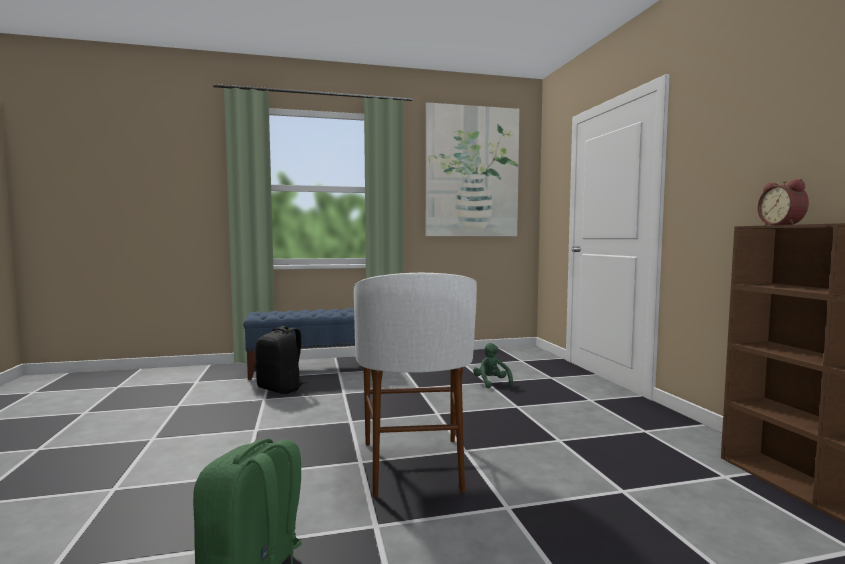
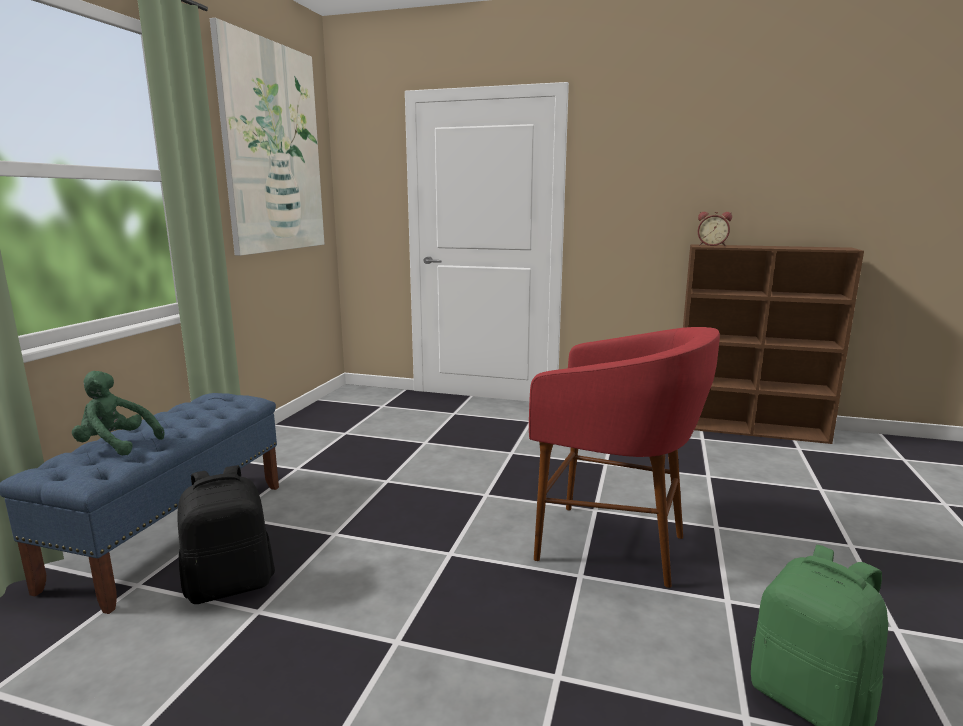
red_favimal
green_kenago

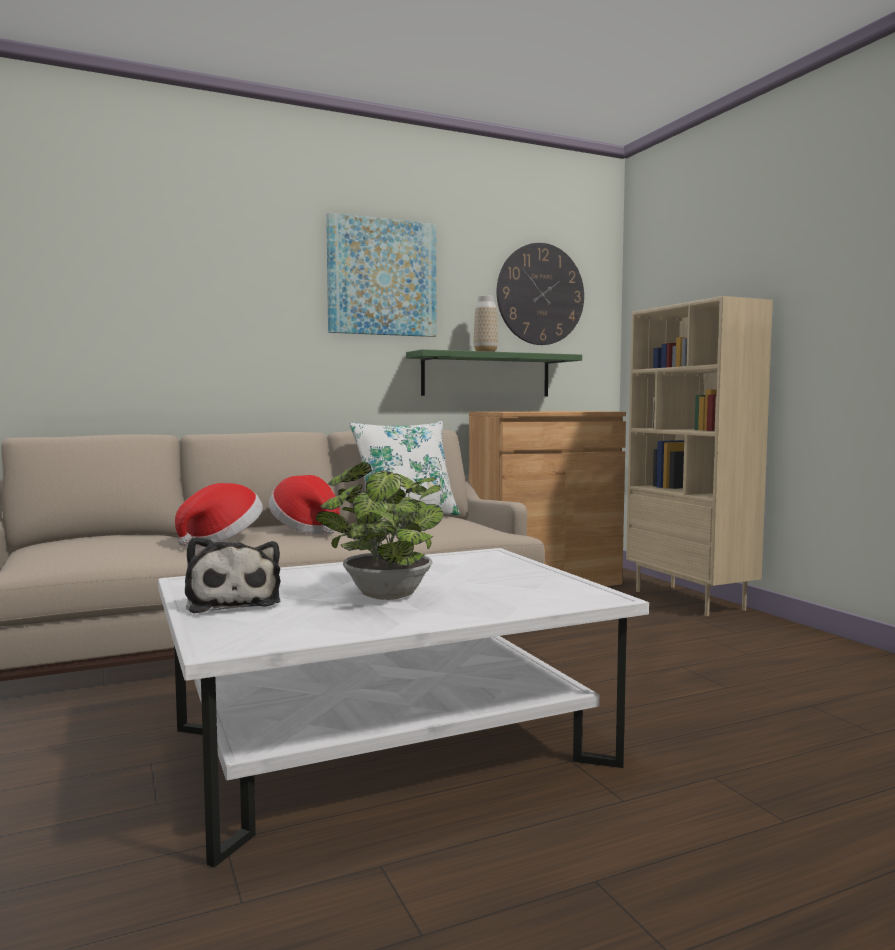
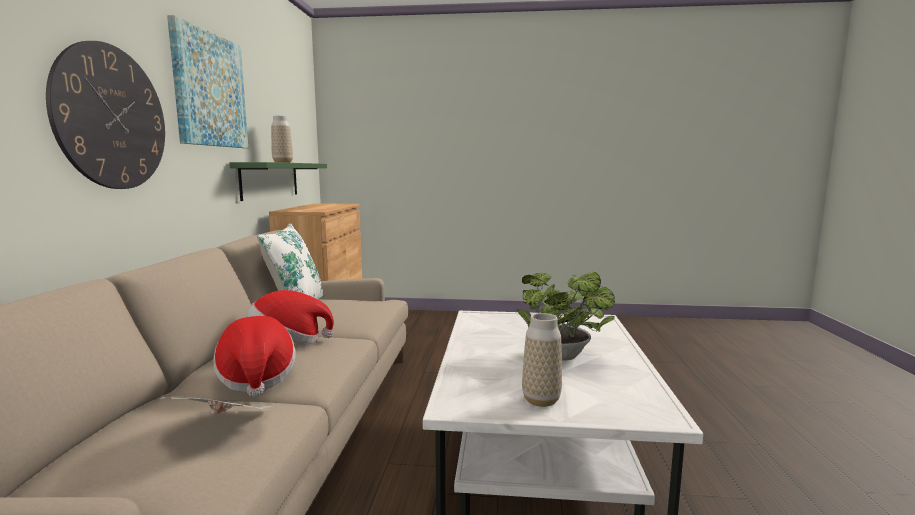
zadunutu
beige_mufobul
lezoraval (no. 2 from left)
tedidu

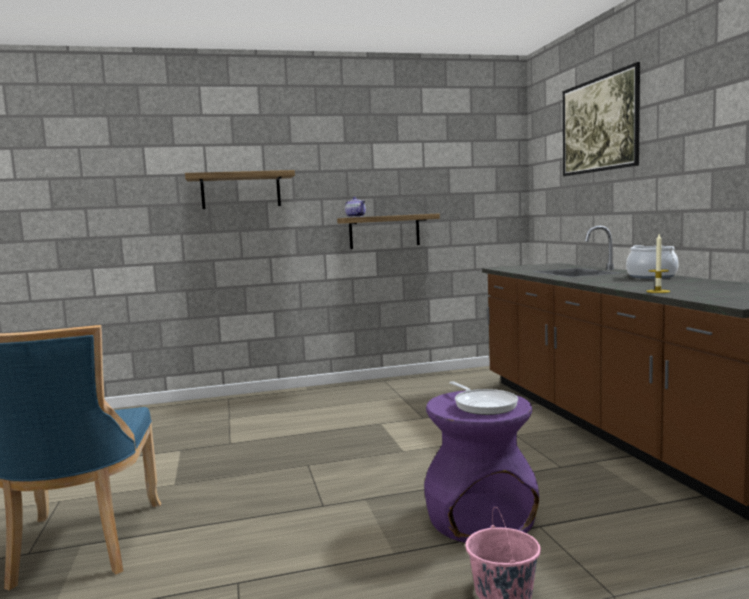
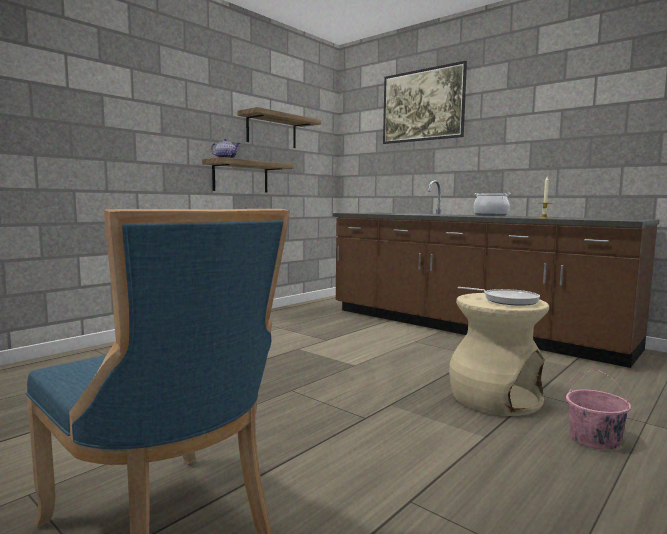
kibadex (no. 2 from left)
beige_favimal

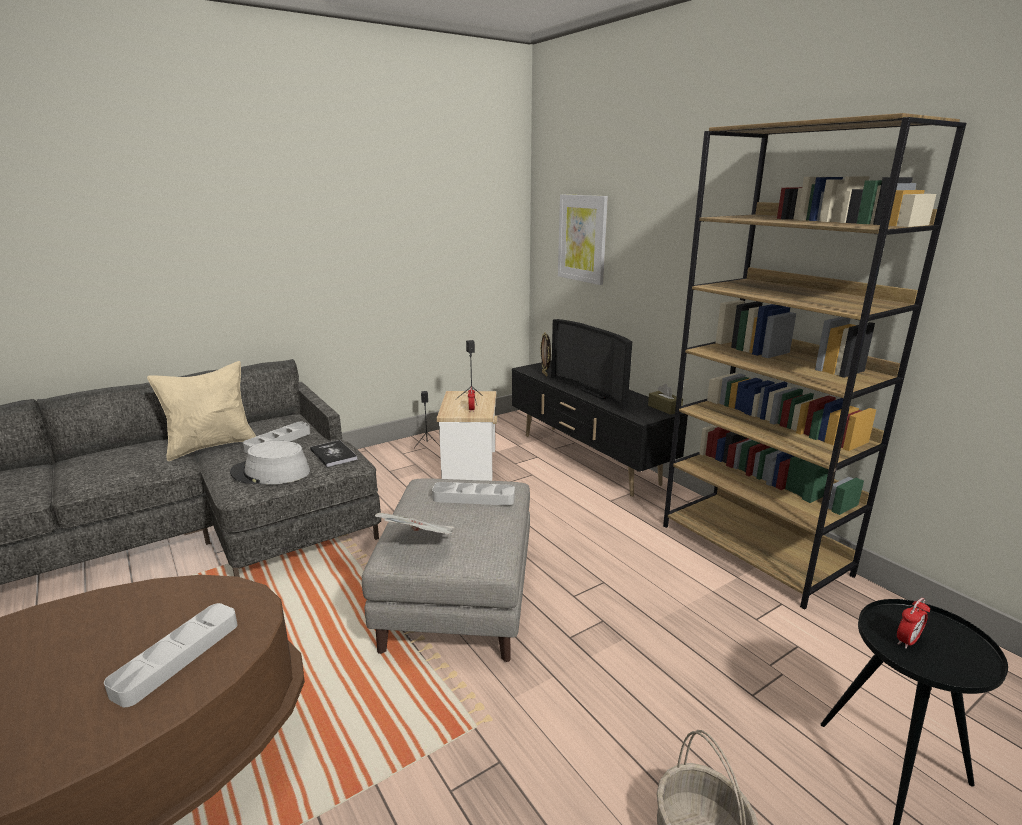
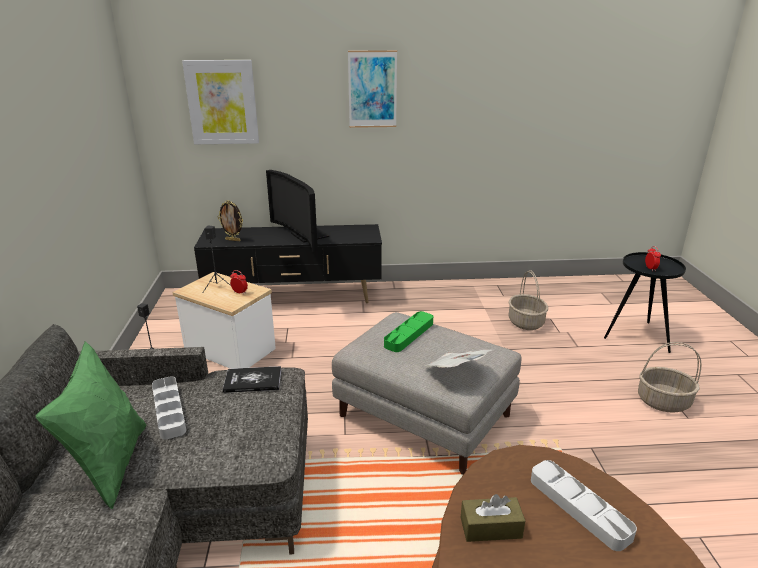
brown_mufobul
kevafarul
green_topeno
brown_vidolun
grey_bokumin
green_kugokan
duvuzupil (no. 2 from left)
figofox (no. 1 from left)

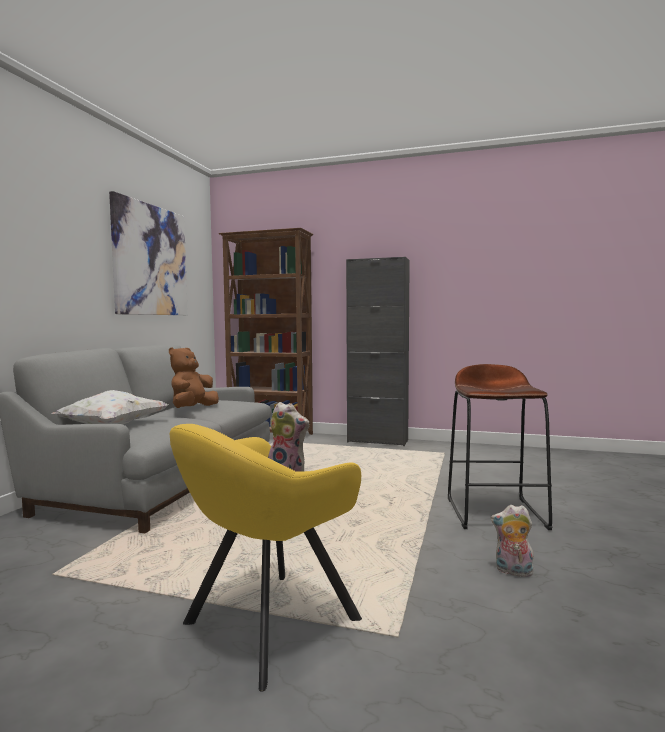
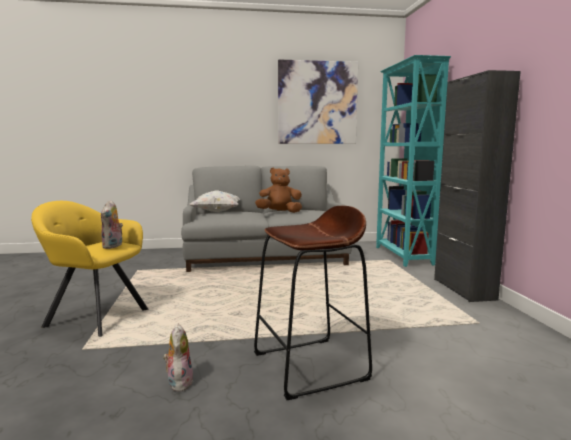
turquoise_mufobul

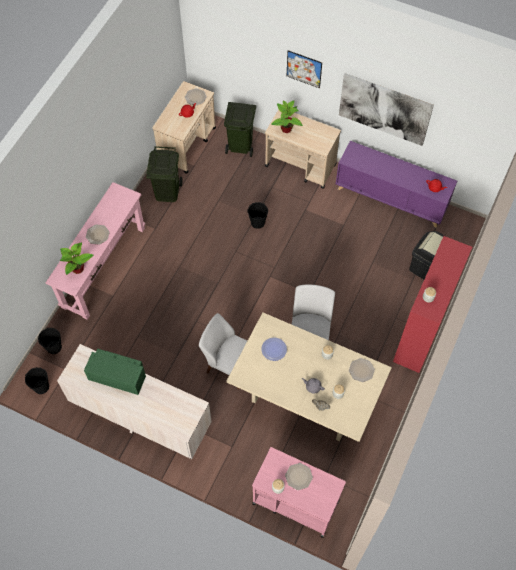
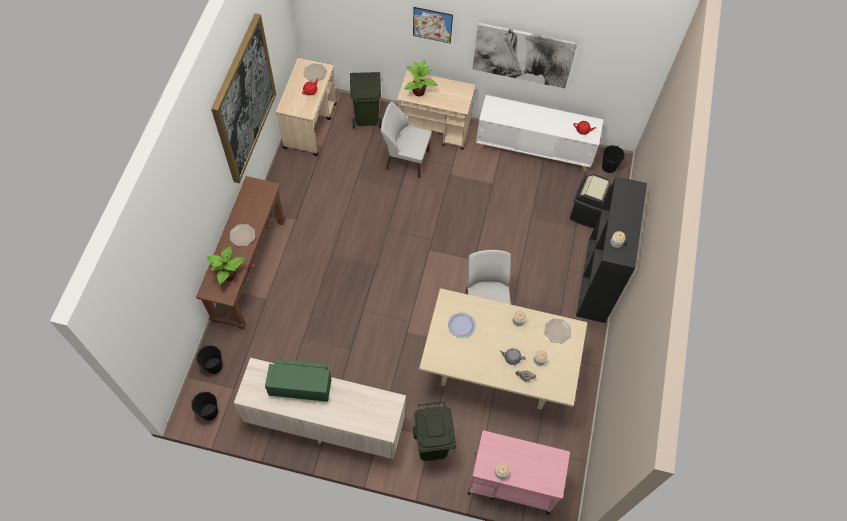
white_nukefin
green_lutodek (no. 2 from left)
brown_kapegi
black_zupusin (no. 3 from left)
black_mufobul
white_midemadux (no. 1 from left)
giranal (no. 4 from left in the first image)
duvuzupil (no. 1 from left)

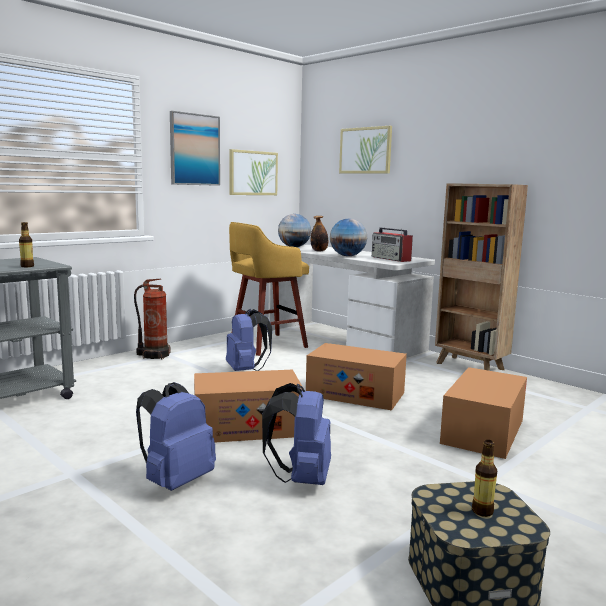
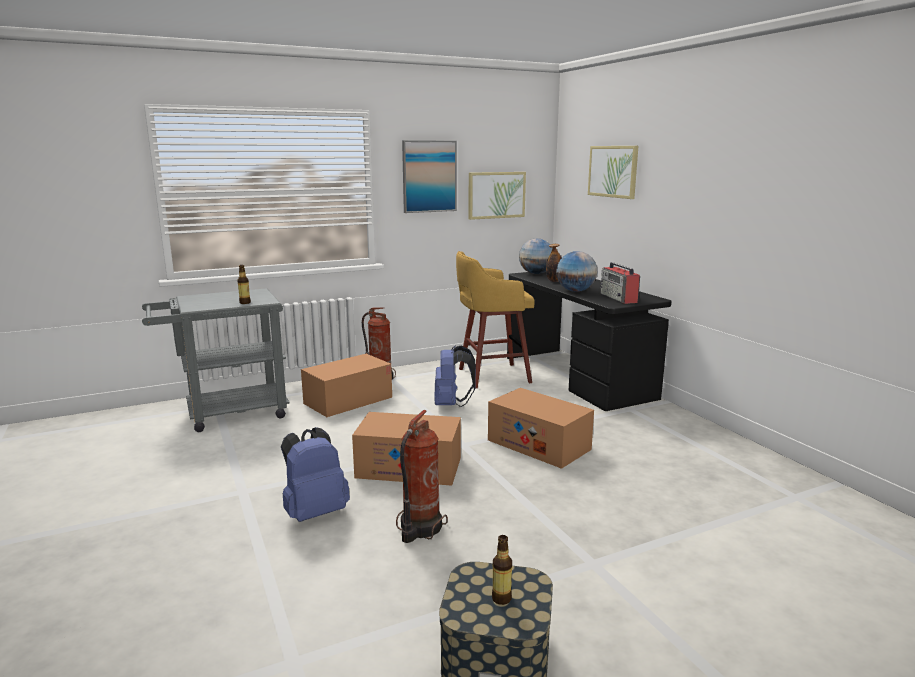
brown_mufobul
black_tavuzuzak
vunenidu (no. 1 from left)
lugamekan (no. 2 from left)

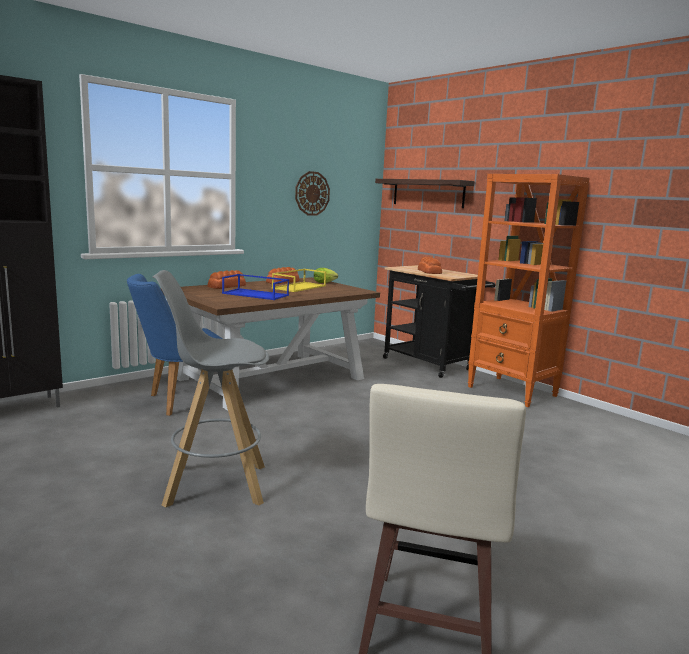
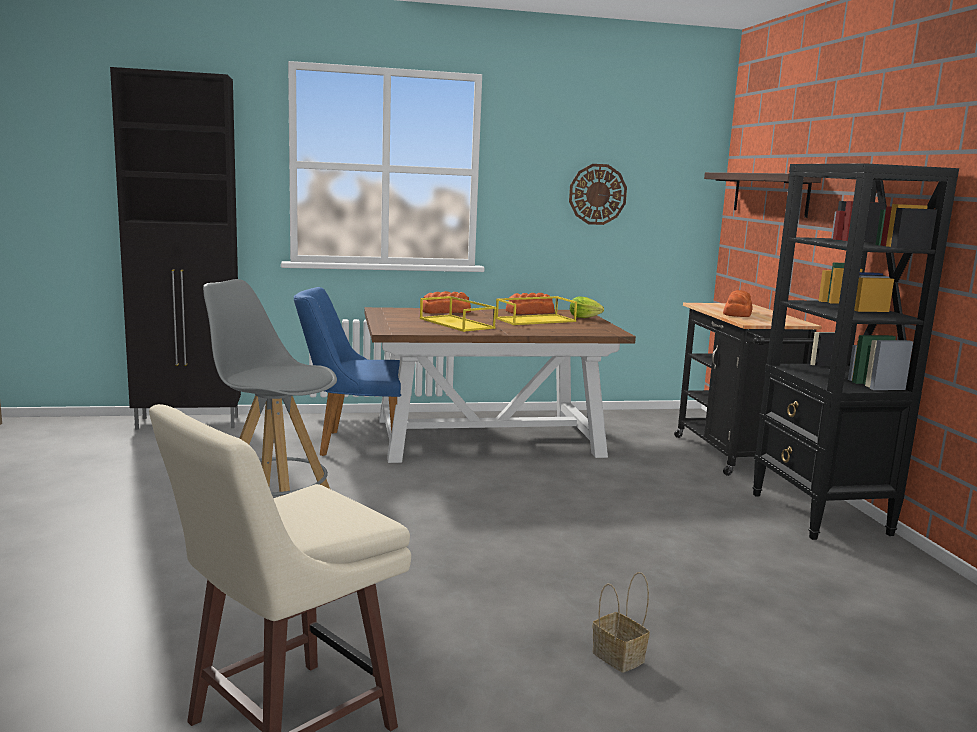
black_mufobul
yellow_kugokan (no. 1 from left)
figofox

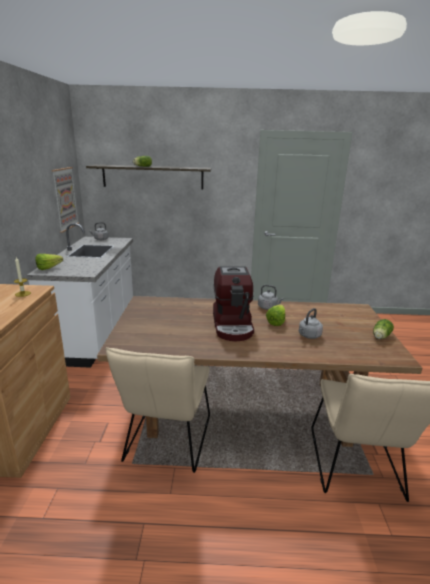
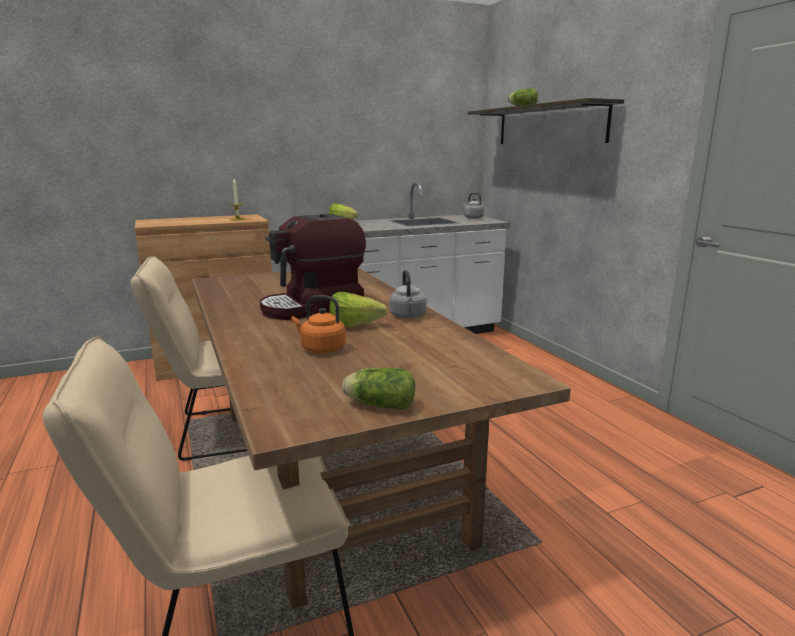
duvuzupil
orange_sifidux

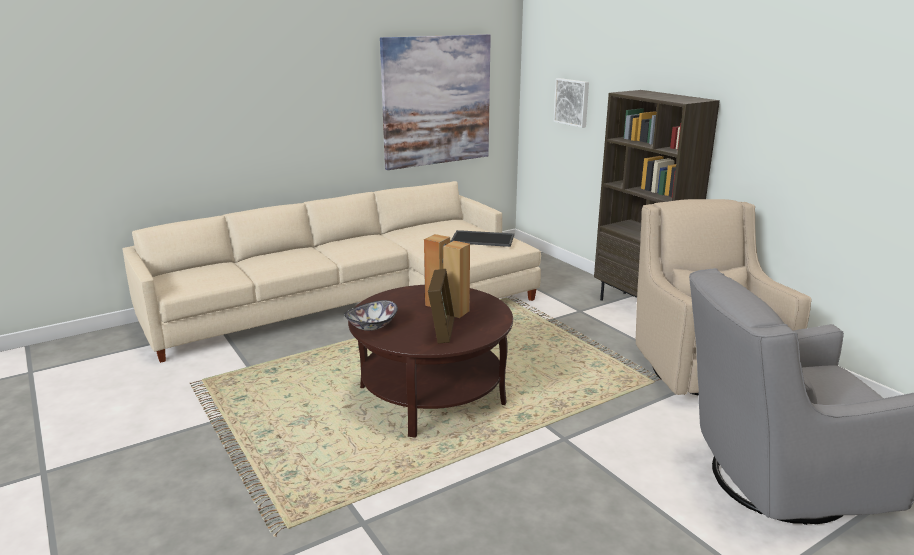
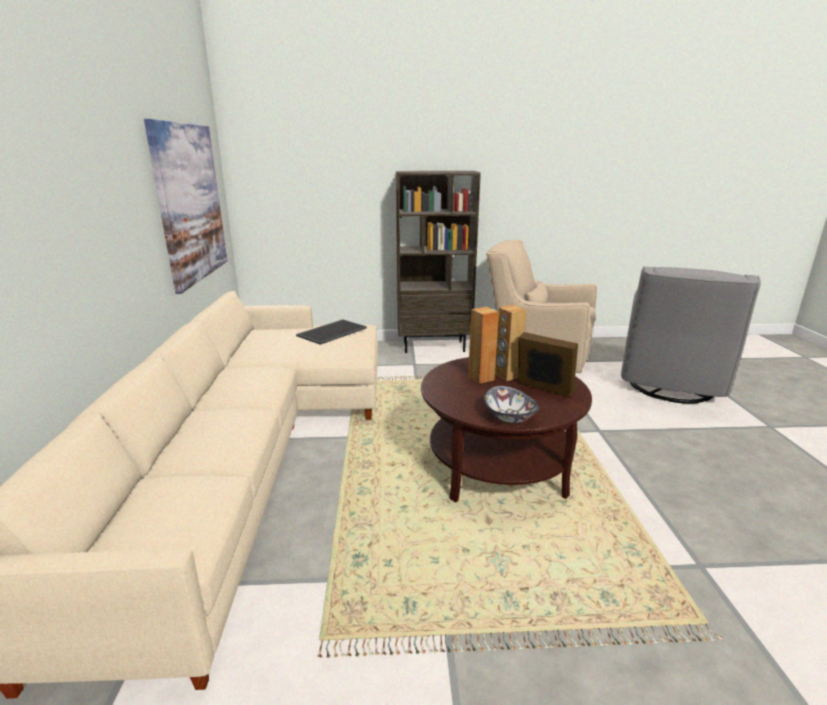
duvuzupil (no. 2 from left in the first image)

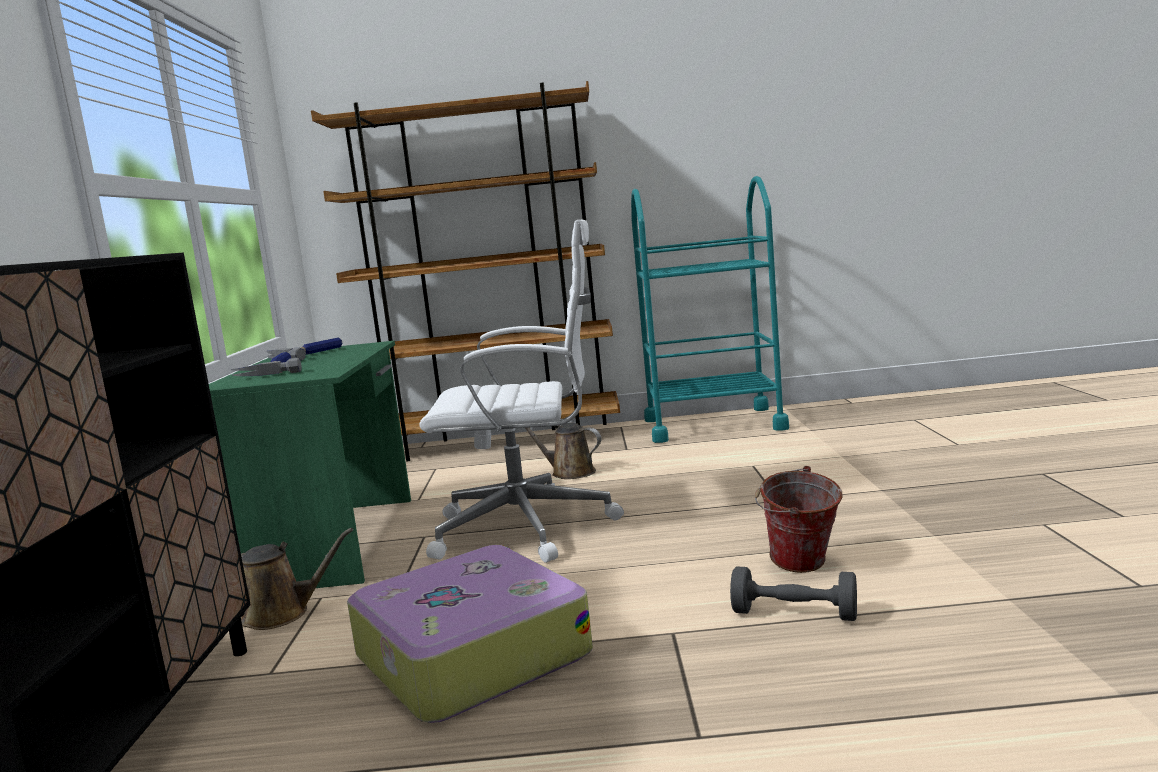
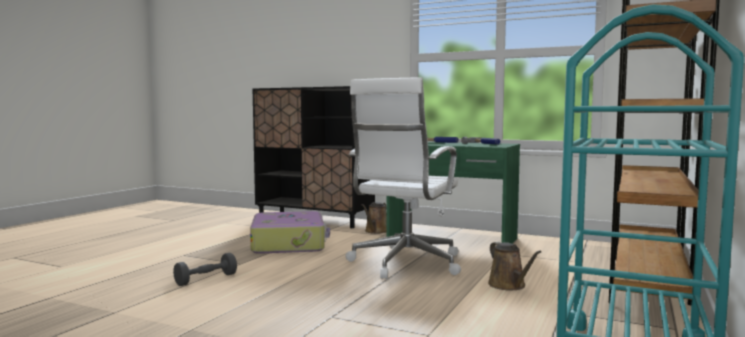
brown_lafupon (no. 2 from left)
zupusin

